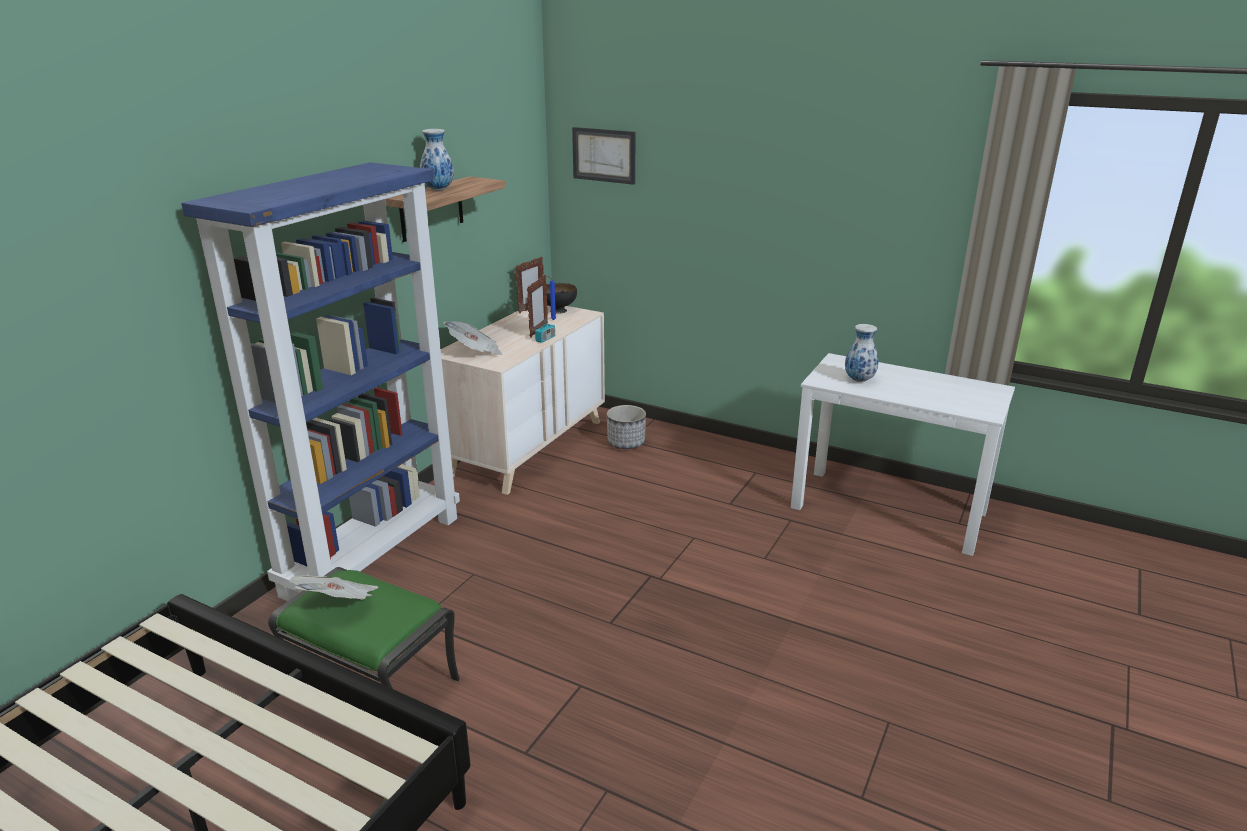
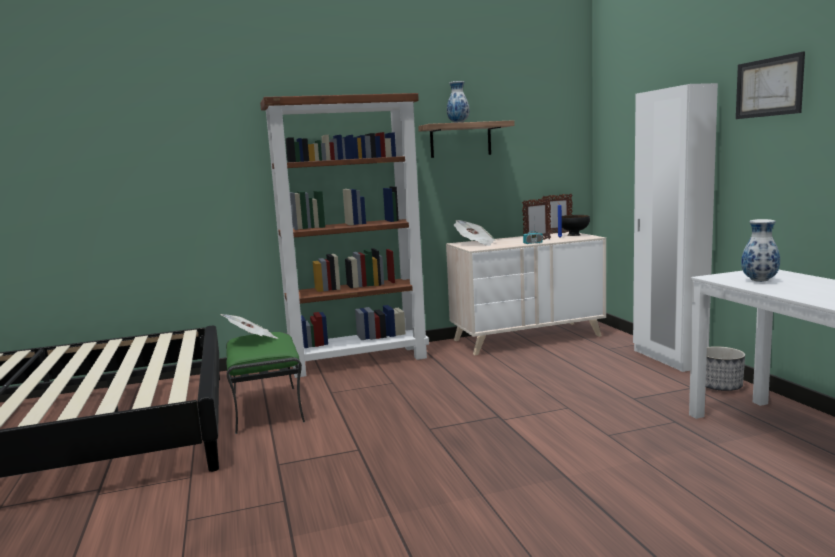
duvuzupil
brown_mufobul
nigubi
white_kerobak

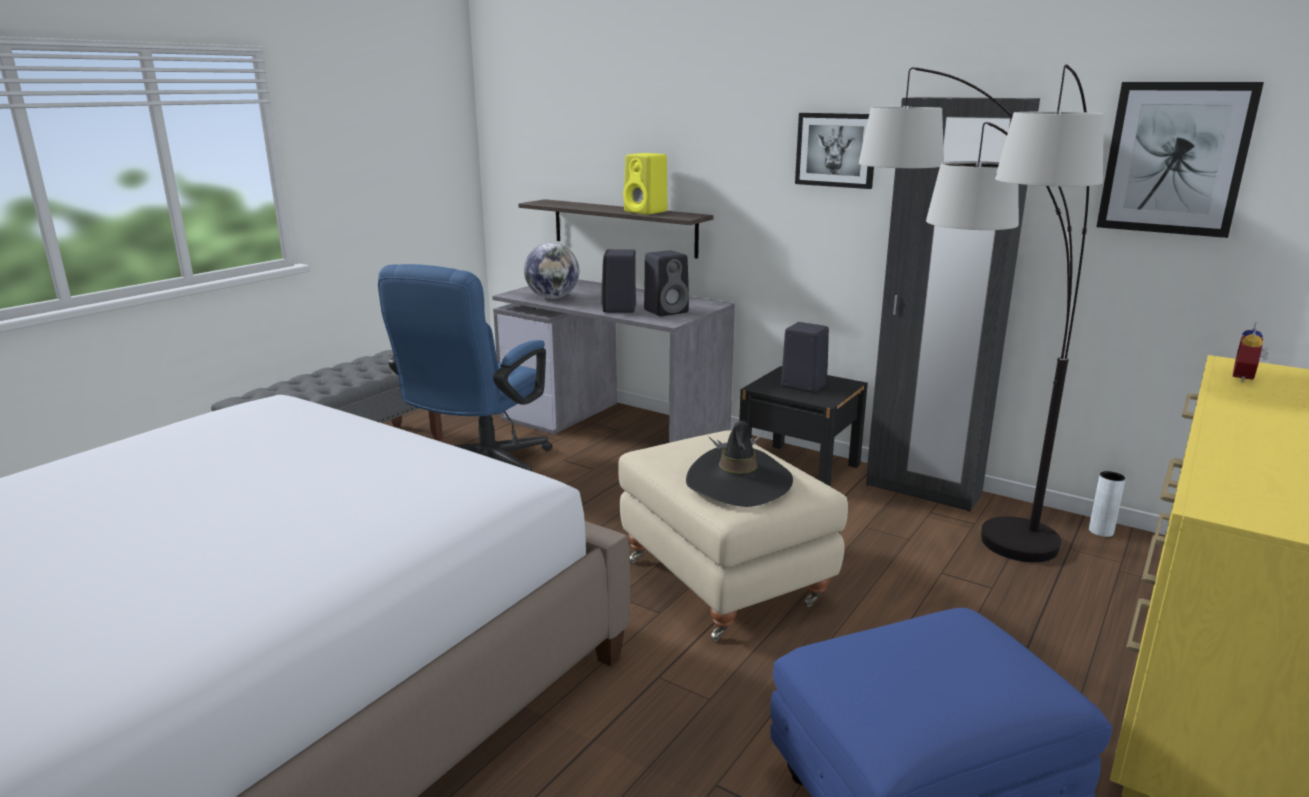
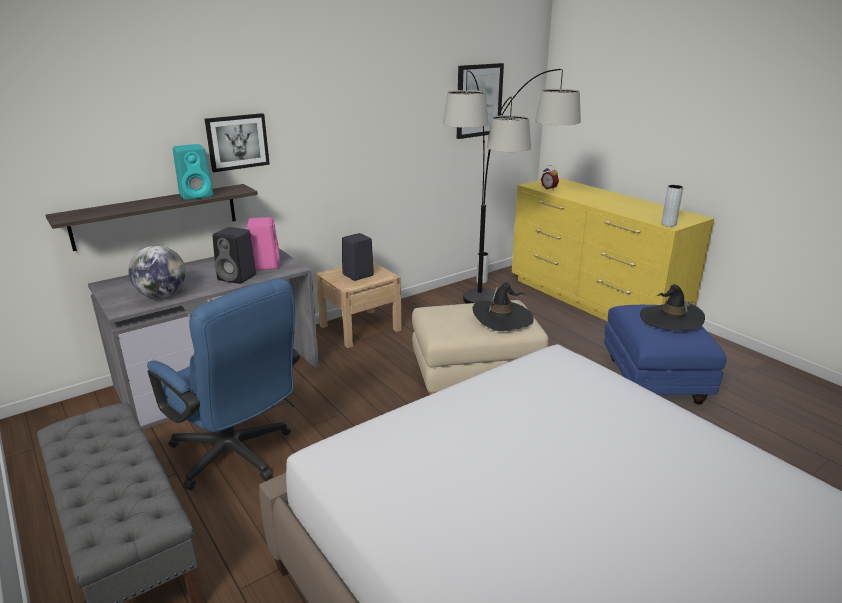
black_kerobak
duvuzupil (no. 1 from left)
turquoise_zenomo
pink_zenomo
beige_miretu
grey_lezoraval (no. 2 from left)
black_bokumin (no. 2 from left)

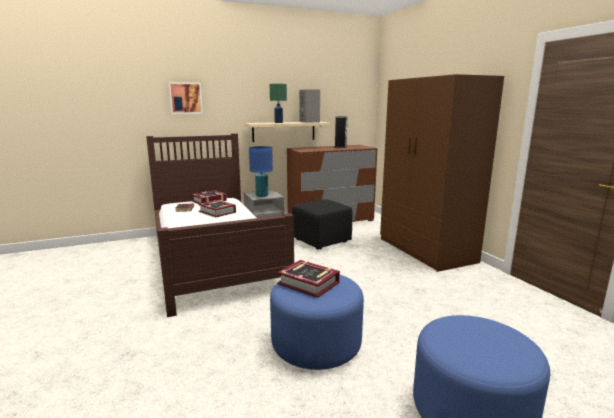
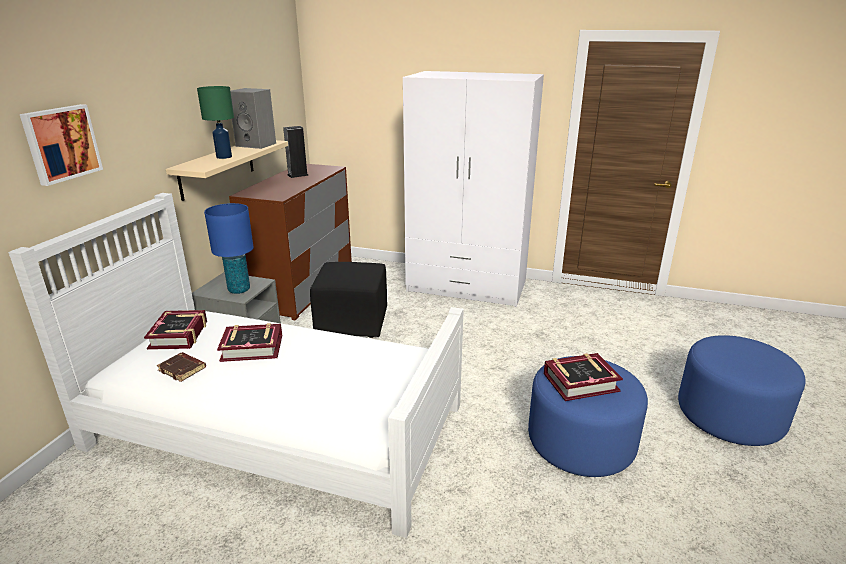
white_kerobak
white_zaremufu

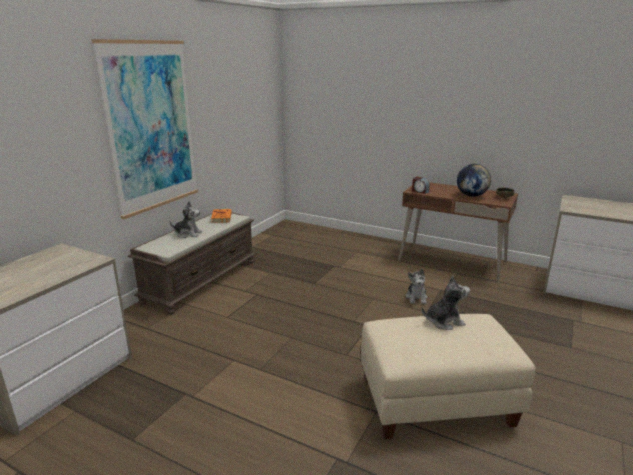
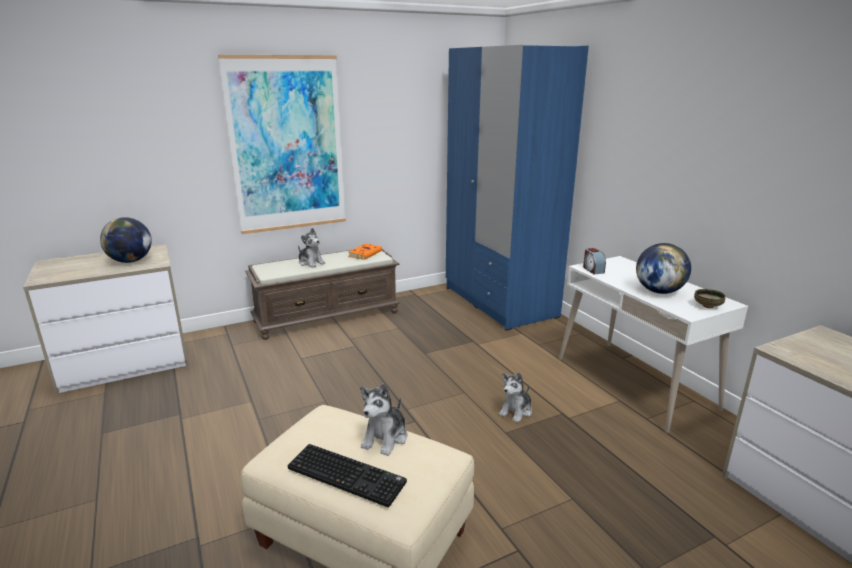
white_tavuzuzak
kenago (no. 2 from left)
blue_kerobak
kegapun (no. 1 from left)
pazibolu

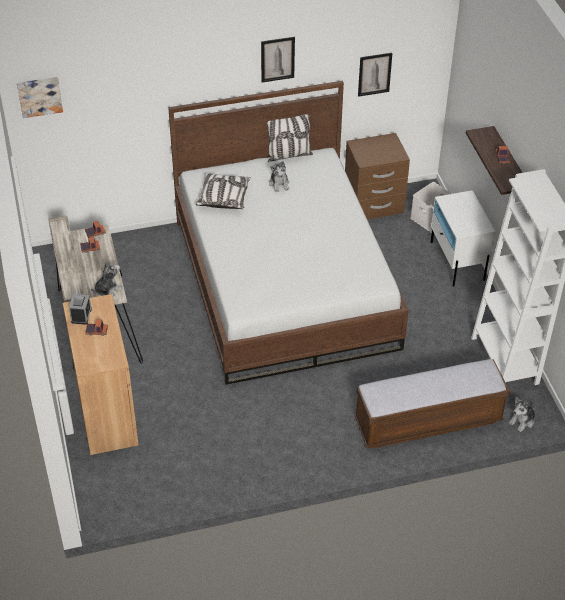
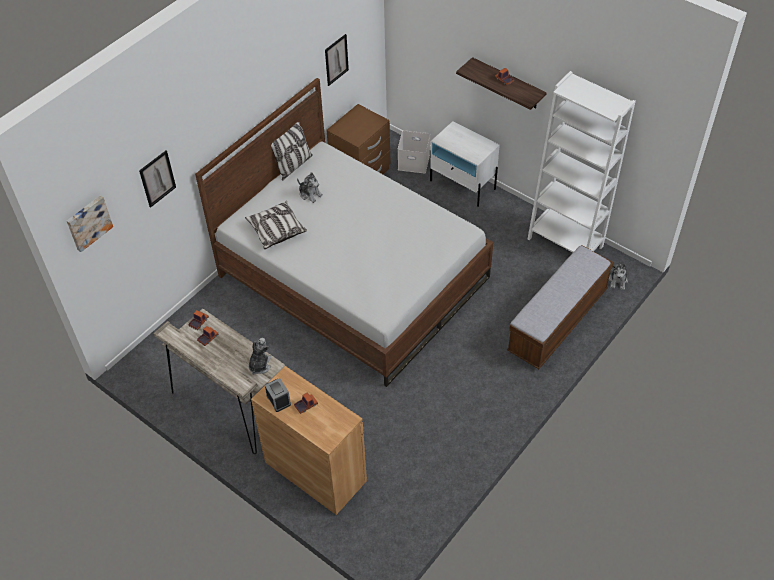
duvuzupil (no. 2 from left)

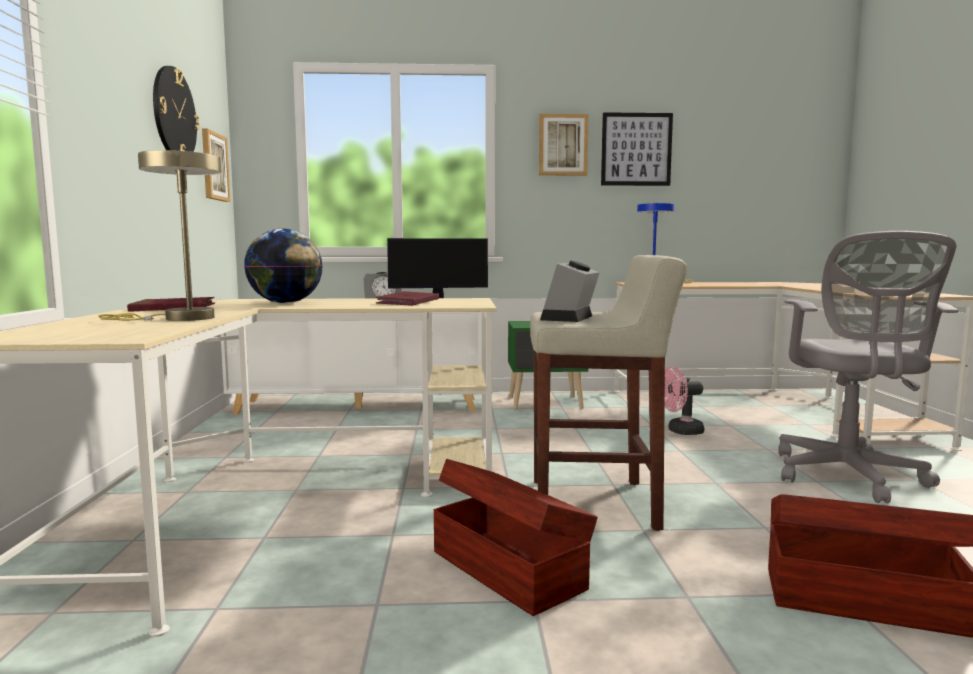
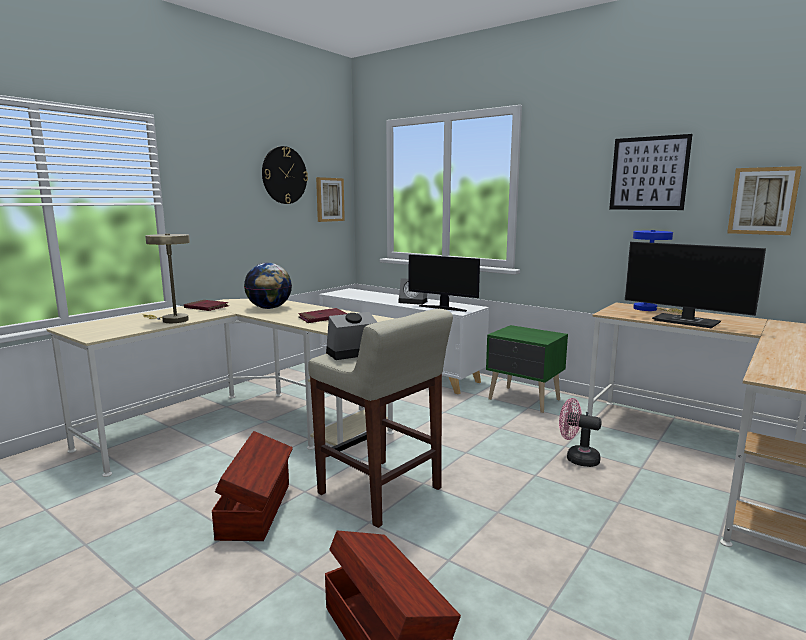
duvuzupil (no. 3 from left)
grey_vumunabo
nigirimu (no. 2 from left)

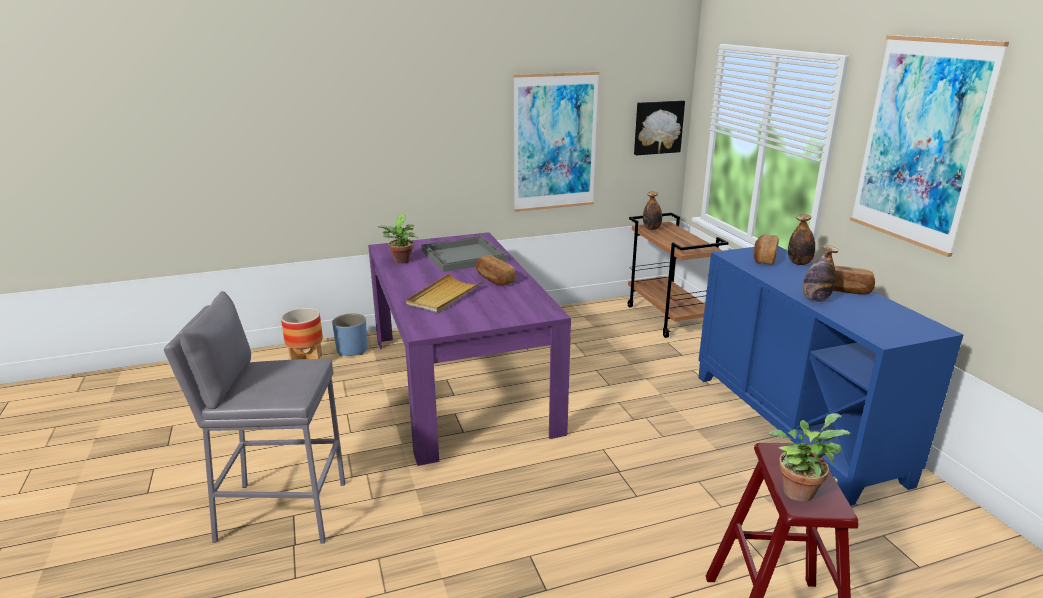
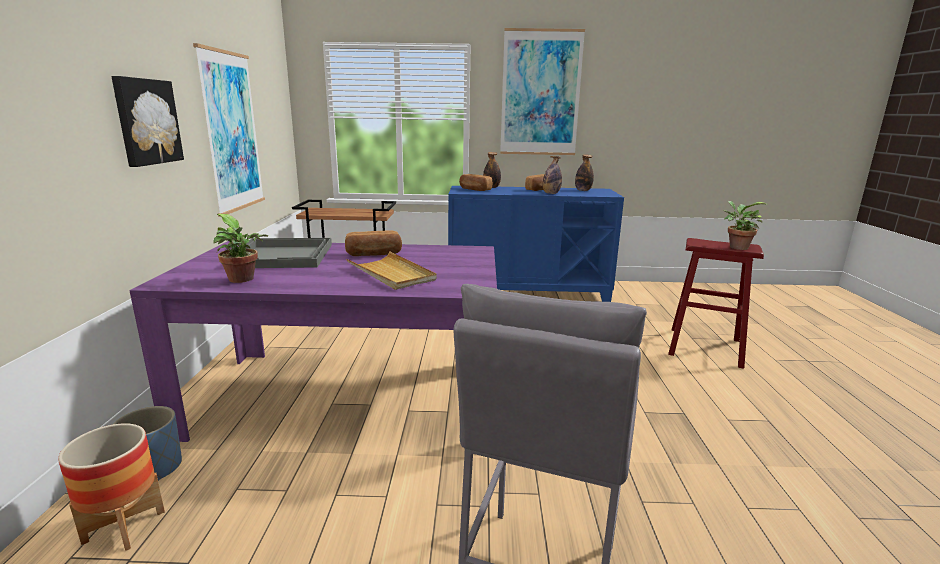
duvuzupil (no. 1 from left)
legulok (no. 3 from left)

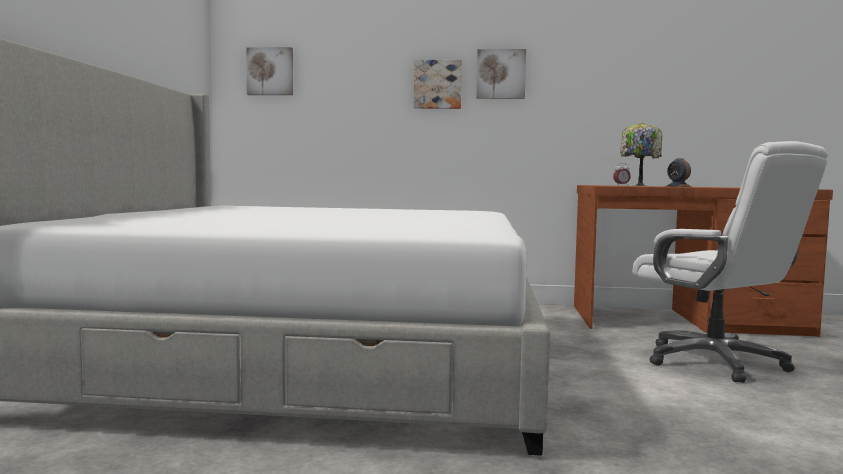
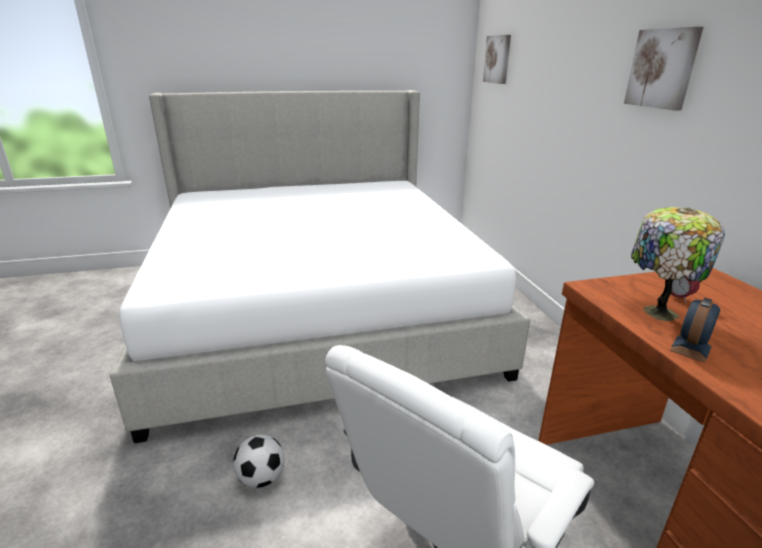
duvuzupil (no. 2 from left in the first image)
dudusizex

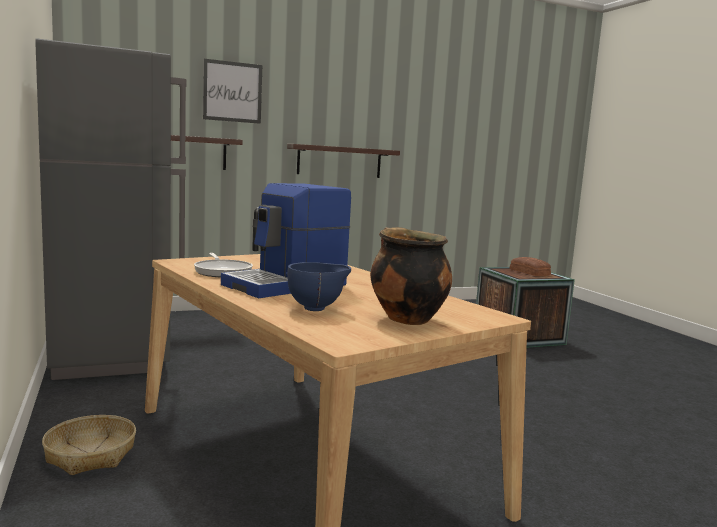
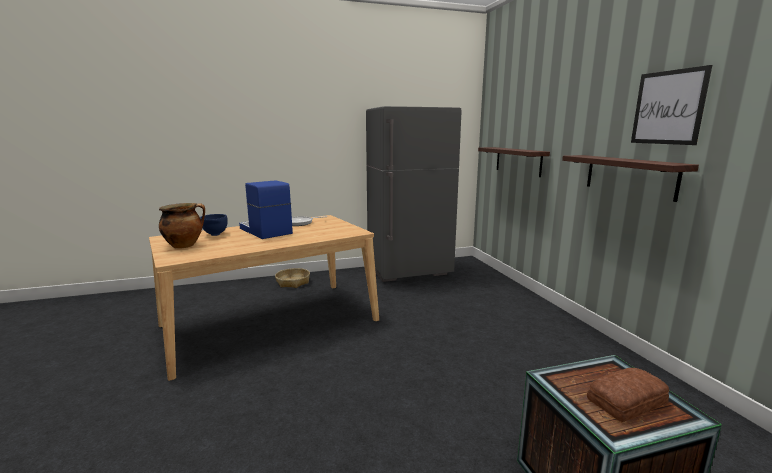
duvuzupil

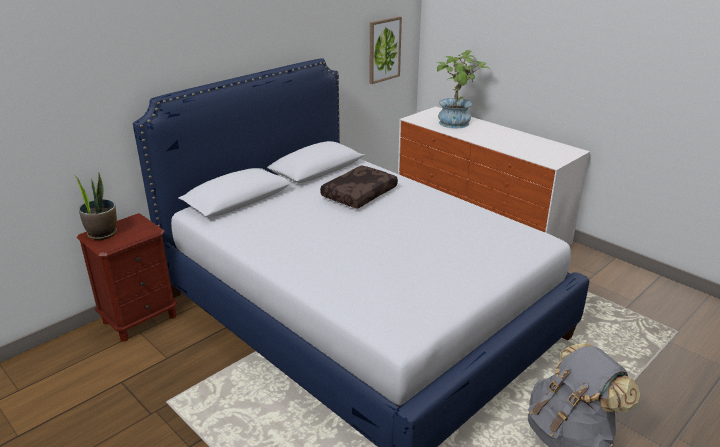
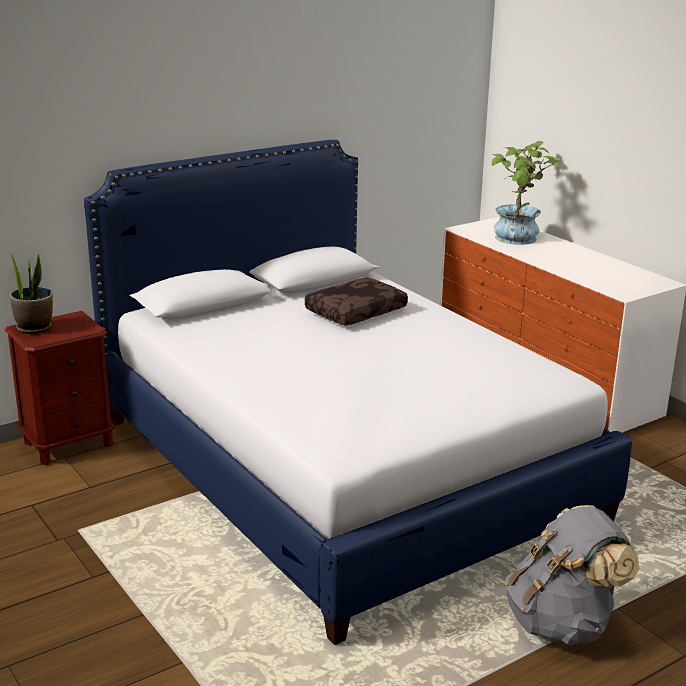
duvuzupil

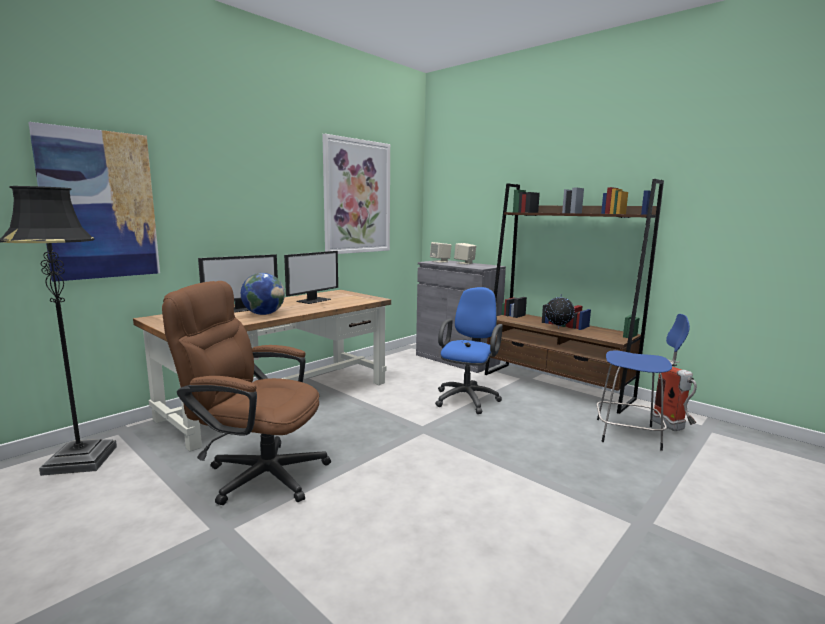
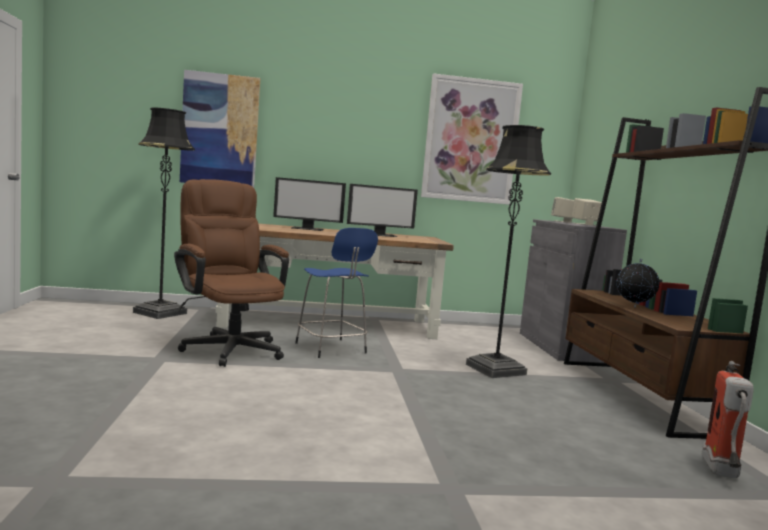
kegapun (no. 1 from left in the first image)
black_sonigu (no. 2 from left)
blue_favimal

